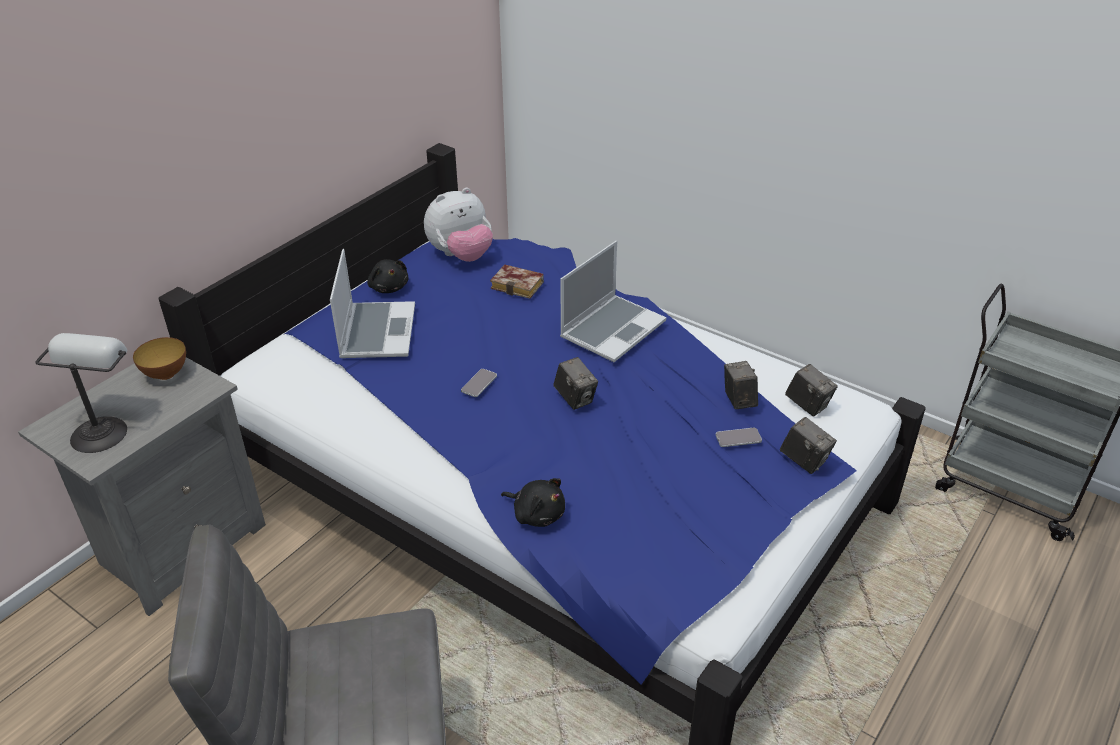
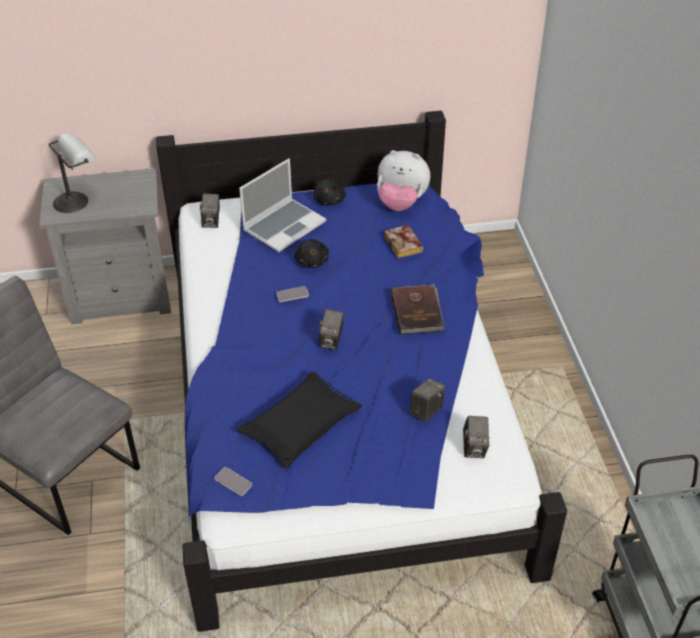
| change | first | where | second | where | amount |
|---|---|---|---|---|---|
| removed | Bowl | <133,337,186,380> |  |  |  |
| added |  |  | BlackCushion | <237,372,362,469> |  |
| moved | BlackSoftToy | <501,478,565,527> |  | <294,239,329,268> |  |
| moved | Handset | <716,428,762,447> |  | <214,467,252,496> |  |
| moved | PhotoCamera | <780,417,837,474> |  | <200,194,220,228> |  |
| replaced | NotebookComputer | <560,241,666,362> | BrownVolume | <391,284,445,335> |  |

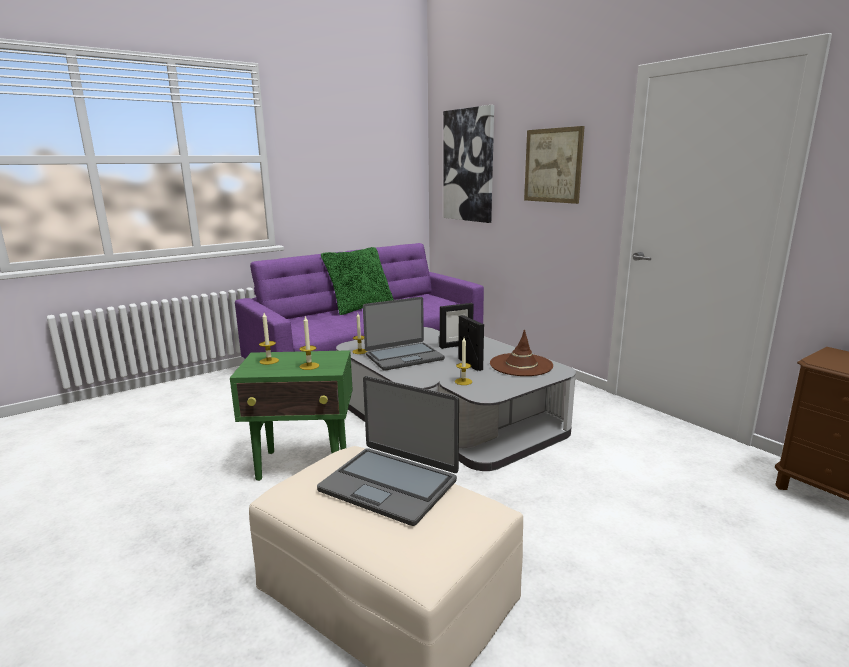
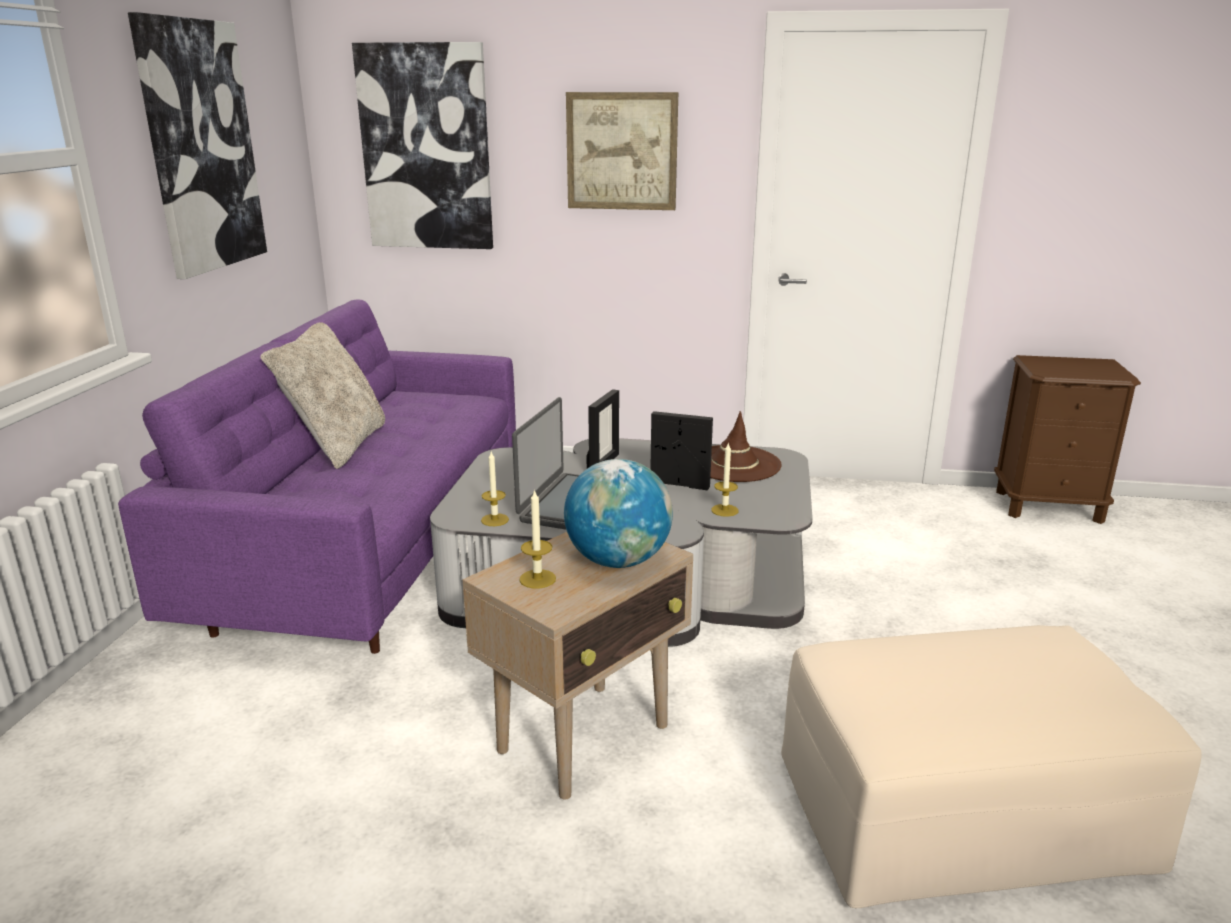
| change | first | where | second | where | amount |
|---|---|---|---|---|---|
| removed | NotebookComputer | <317,376,459,526> |  |  |  |
| added |  |  | WallArt | <128,12,267,279> |  |
| replaced | WaxLight | <299,316,319,370> | DeskGlobe | <564,459,673,568> |  |
| recoloured | GreenishEndTable | <230,350,353,481> | BeigeEndTable | <463,532,693,800> |  |
| recoloured | GreenishCushion | <321,247,394,315> | BeigeCushion | <260,322,385,469> |  |

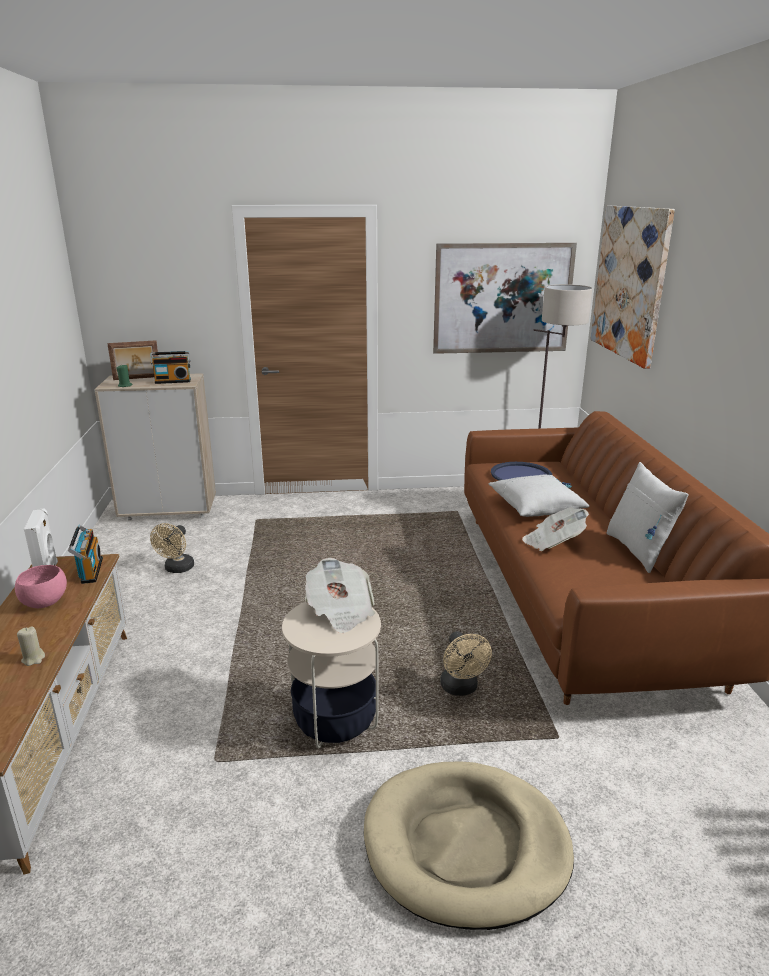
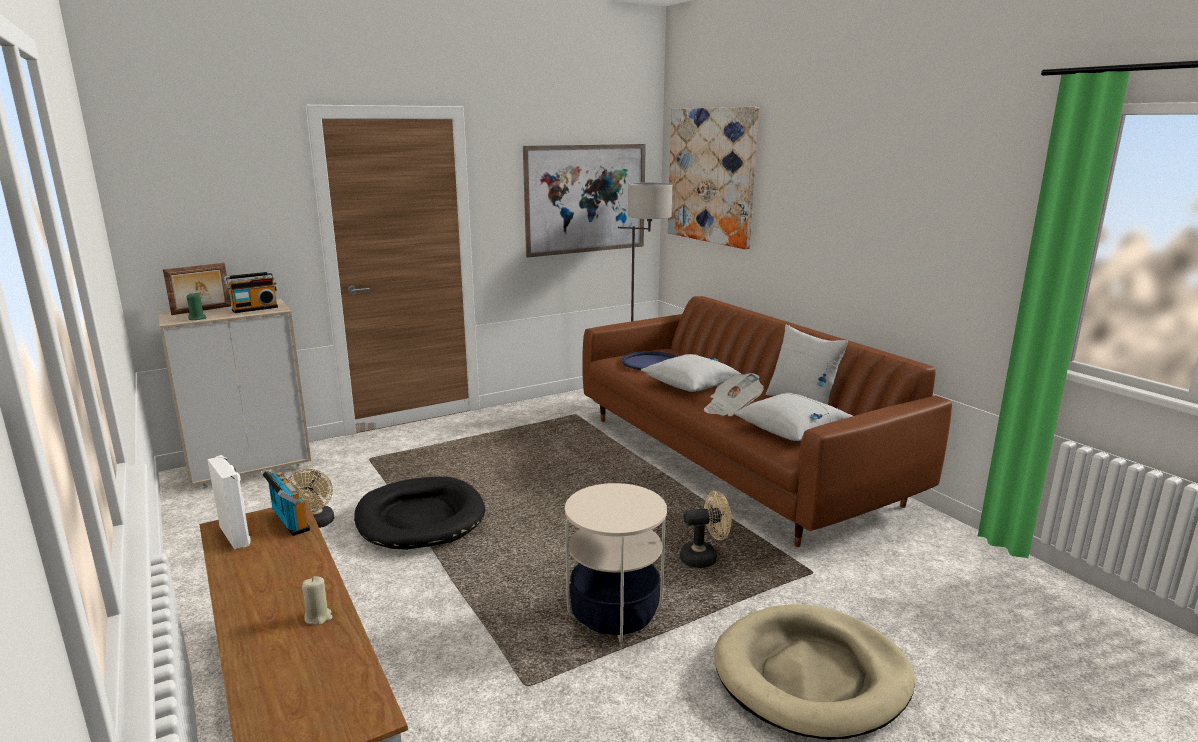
| change | first | where | second | where | amount |
|---|---|---|---|---|---|
| removed | PinkColouredBowl | <15,565,67,608> |  |  |  |
| removed | DailyPaper | <305,558,375,633> |  |  |  |
| added |  |  | BlackPetBed | <354,477,485,550> |  |
| added |  |  | GreyishCushion | <734,393,853,441> |  |
| turned | BeigeCoolingFan | <440,631,492,696> |  | <680,491,732,568> | 60 degrees counterclockwise |

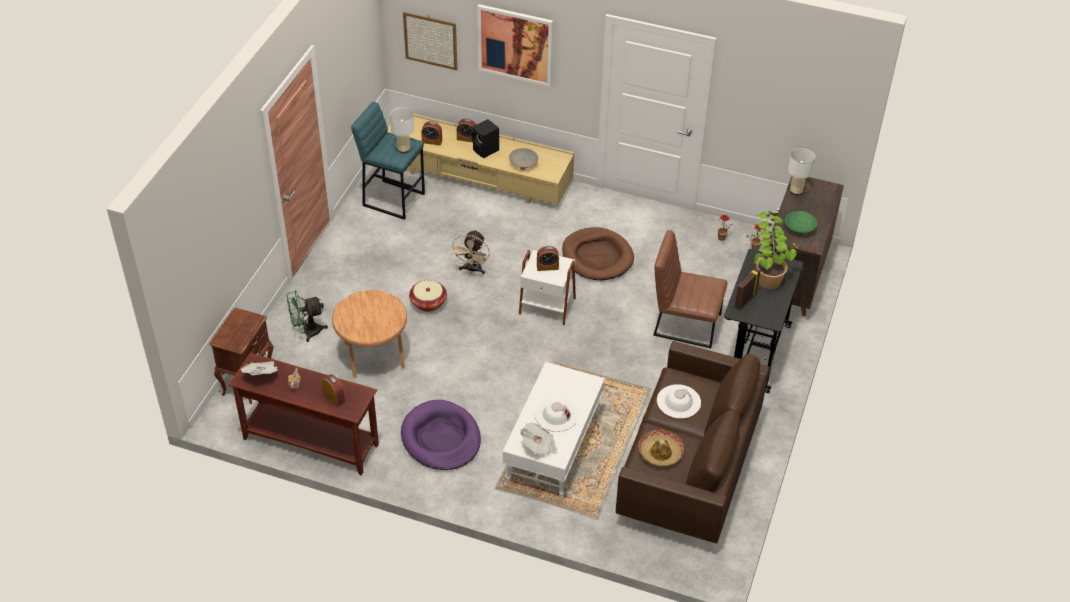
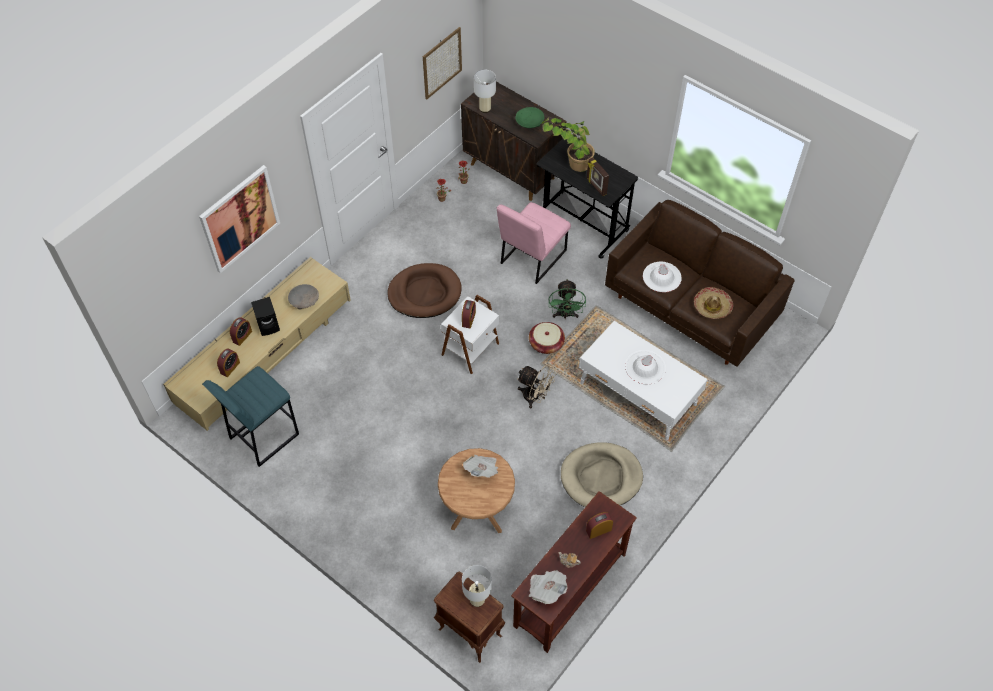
| change | first | where | second | where | amount |
|---|---|---|---|---|---|
| moved | GreenishCoolingFan | <286,290,328,342> |  | <549,279,586,319> |  |
| moved | WhiteColouredTabletopLamp | <390,107,414,153> |  | <462,565,492,607> |  |
| moved | WallArt | <403,12,457,70> |  | <423,27,462,100> |  |
| moved | Basket | <409,280,447,312> |  | <529,322,565,354> |  |
| moved | BeigeCoolingFan | <451,230,490,274> |  | <517,364,557,408> |  |
| moved | DailyPaper | <520,423,558,455> |  | <463,455,498,477> |  |
| recoloured | PurplishPetBed | <401,400,481,470> | BeigePetBed | <561,442,643,507> |  |
| recoloured | BrownUprightChair | <653,230,728,348> | PinkColouredUprightChair | <497,202,571,284> |  |

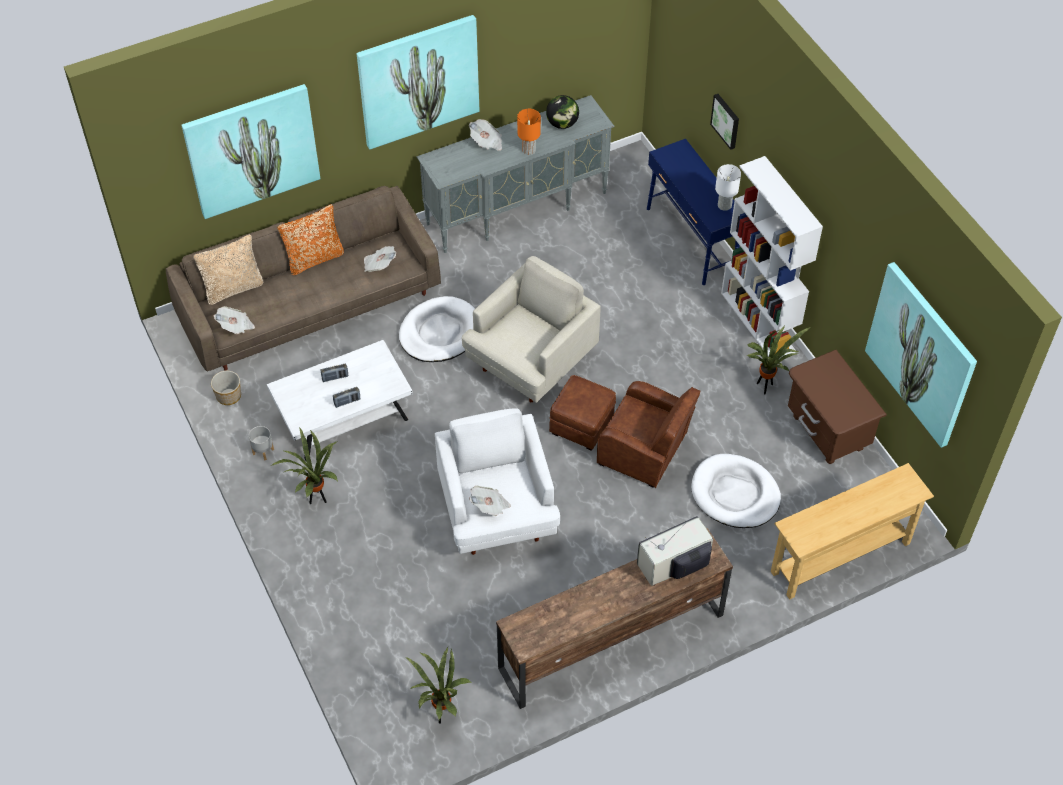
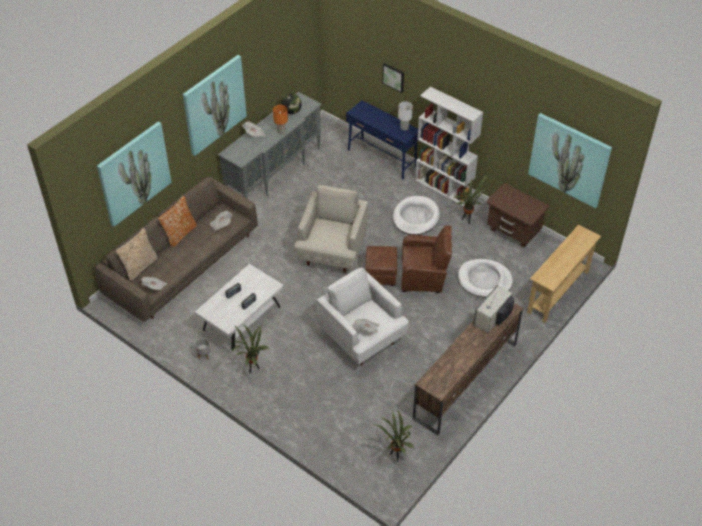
| change | first | where | second | where | amount |
|---|---|---|---|---|---|
| removed | PlantPot | <211,371,241,405> |  |  |  |
| moved | WhiteColouredPetBed | <399,296,475,362> |  | <393,196,440,235> |  |

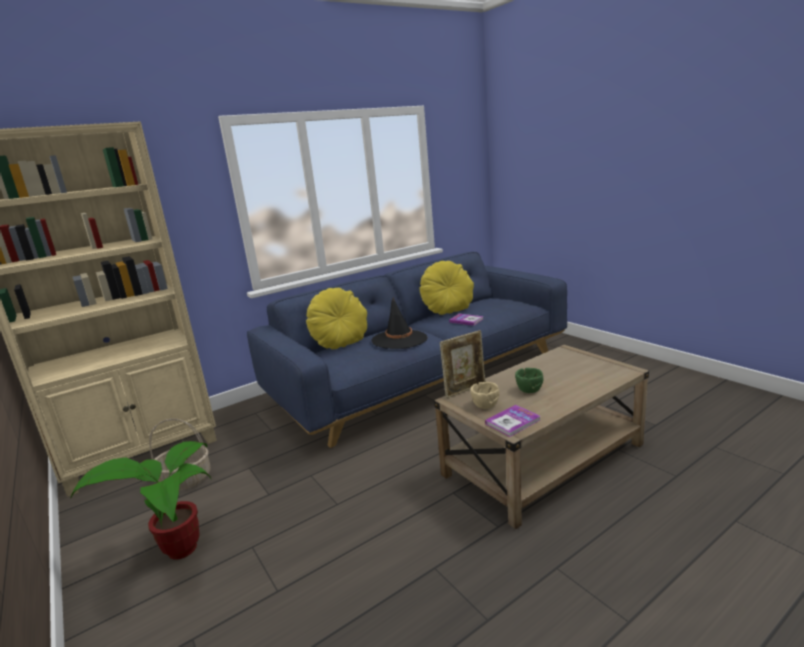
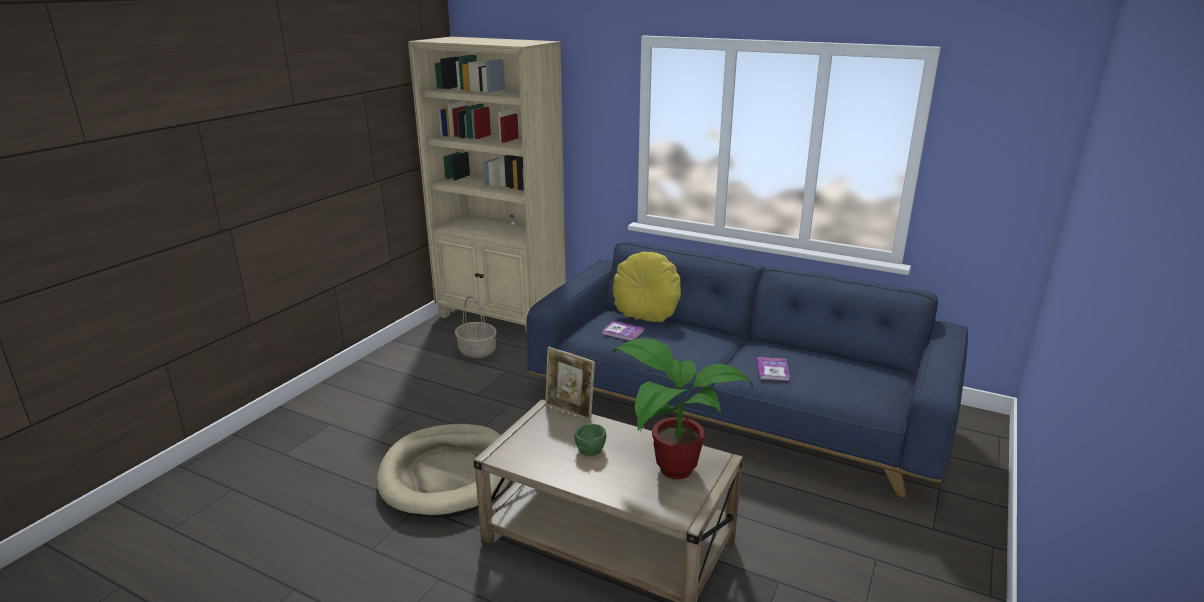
| change | first | where | second | where | amount |
|---|---|---|---|---|---|
| removed | BlackClothingHat | <371,297,428,349> |  |  |  |
| removed | YellowishCushion | <419,261,474,315> |  |  |  |
| removed | BeigeBowl | <470,382,500,409> |  |  |  |
| added |  |  | BeigePetBed | <377,424,511,518> |  |
| moved | PlantInAPot | <70,441,211,560> |  | <612,338,753,480> |  |
| moved | Volume | <485,405,540,437> |  | <602,321,645,341> |  |

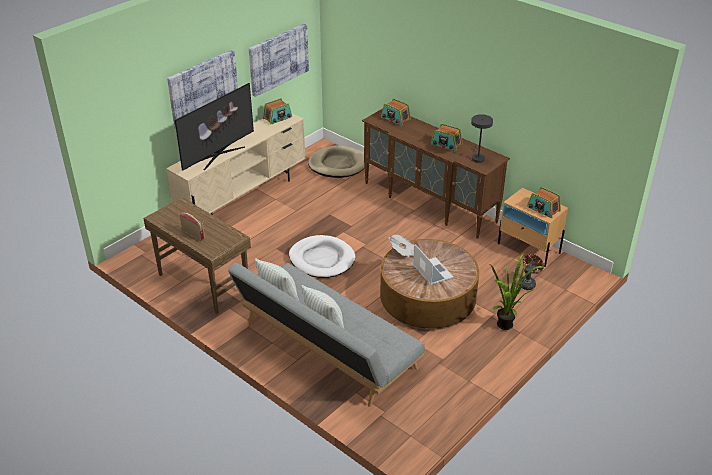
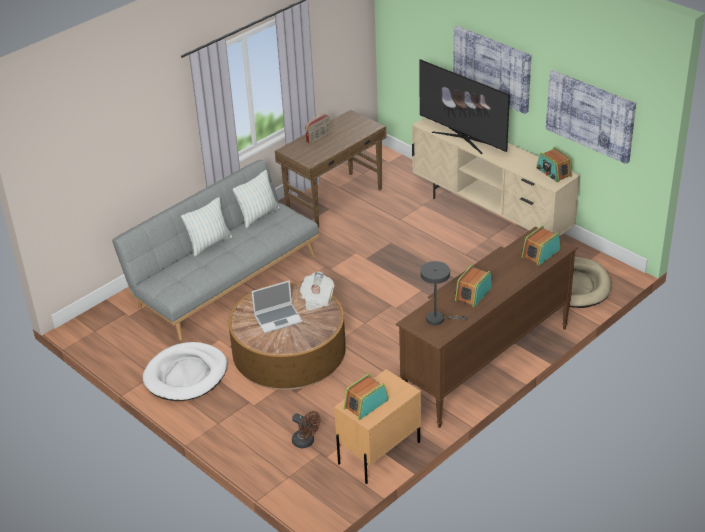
| change | first | where | second | where | amount |
|---|---|---|---|---|---|
| removed | PlantInAPot | <490,254,544,330> |  |  |  |
| moved | WhiteColouredPetBed | <289,235,355,278> |  | <143,342,227,401> |  |

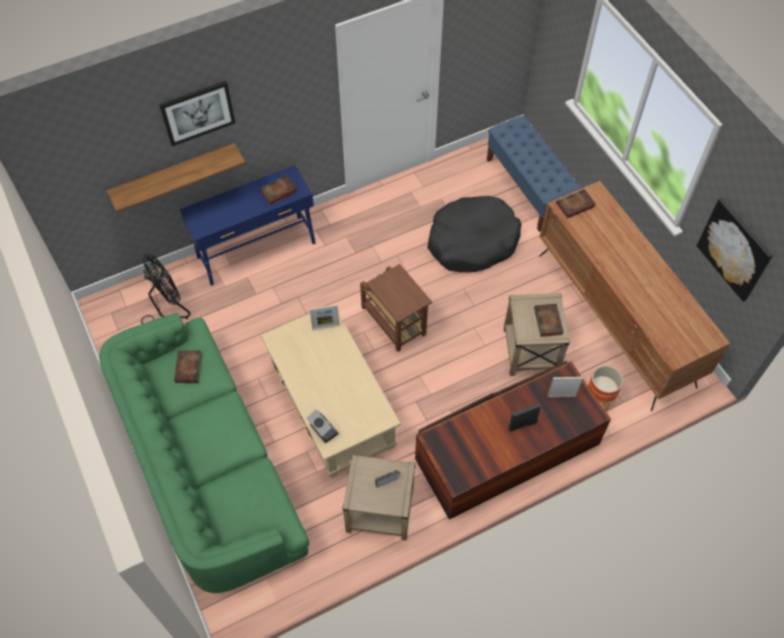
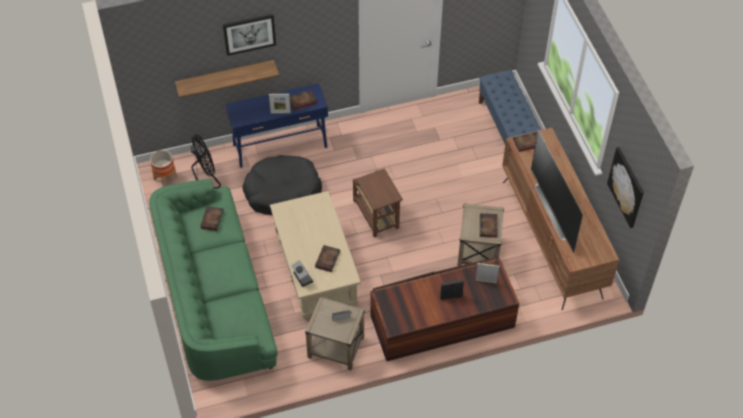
| change | first | where | second | where | amount |
|---|---|---|---|---|---|
| added |  |  | Volume | <315,245,340,272> |  |
| added |  |  | Television | <531,130,583,253> |  |
| moved | StandingFrame | <310,304,339,330> |  | <269,94,291,114> |  |
| moved | BlackPetBed | <427,196,522,272> |  | <243,155,322,215> |  |
| moved | PlantPot | <588,365,623,412> |  | <150,150,177,186> |  |

